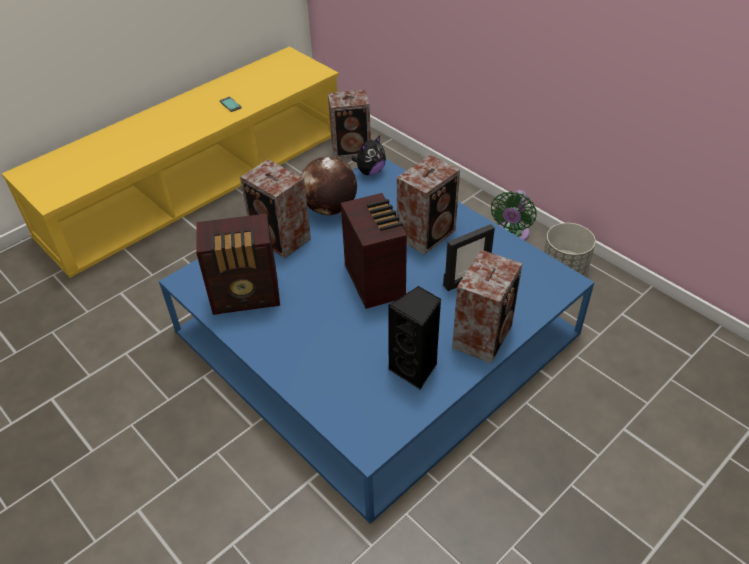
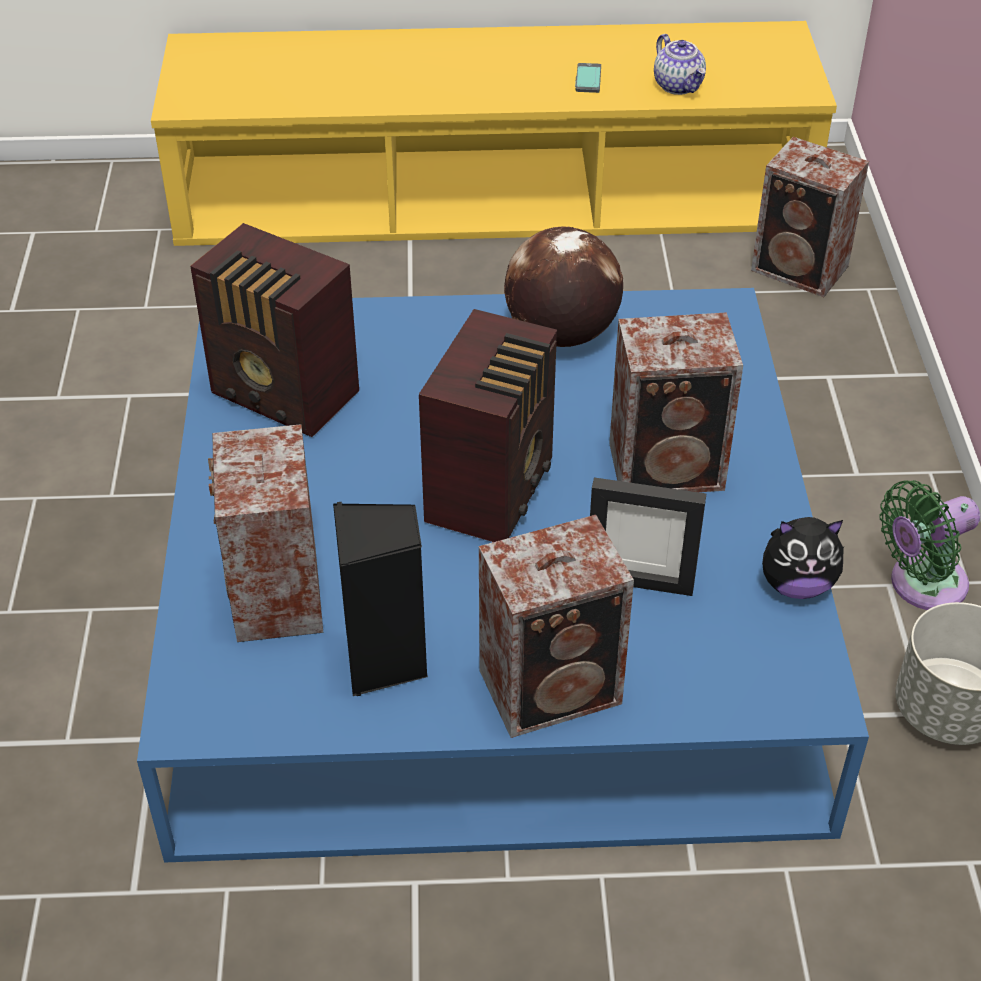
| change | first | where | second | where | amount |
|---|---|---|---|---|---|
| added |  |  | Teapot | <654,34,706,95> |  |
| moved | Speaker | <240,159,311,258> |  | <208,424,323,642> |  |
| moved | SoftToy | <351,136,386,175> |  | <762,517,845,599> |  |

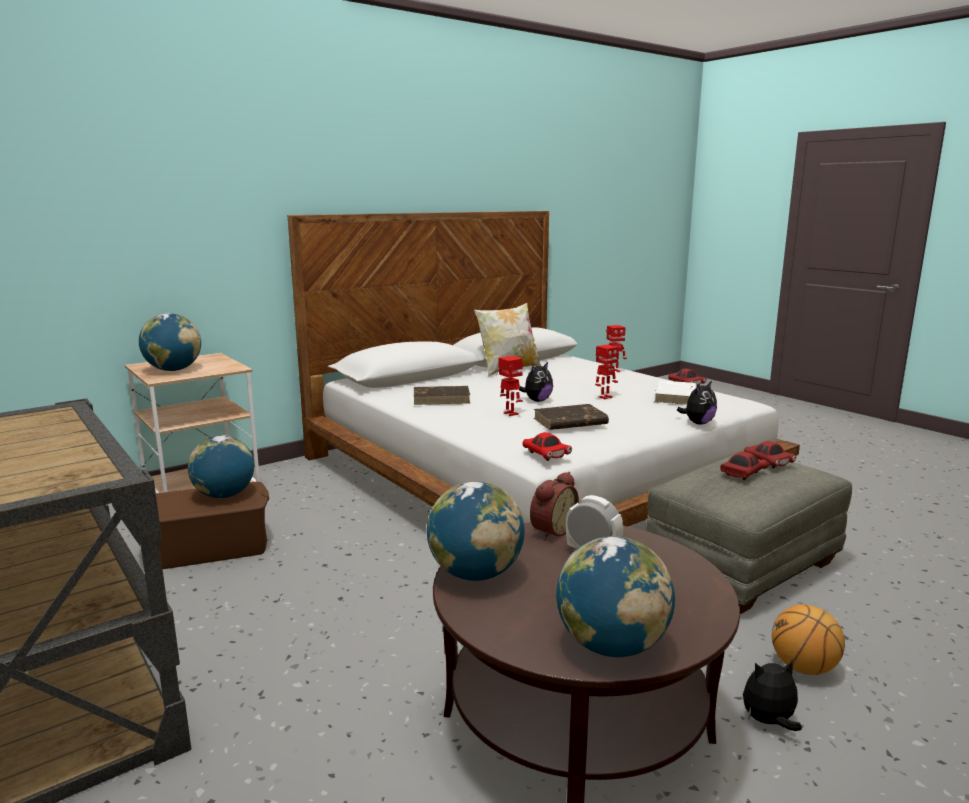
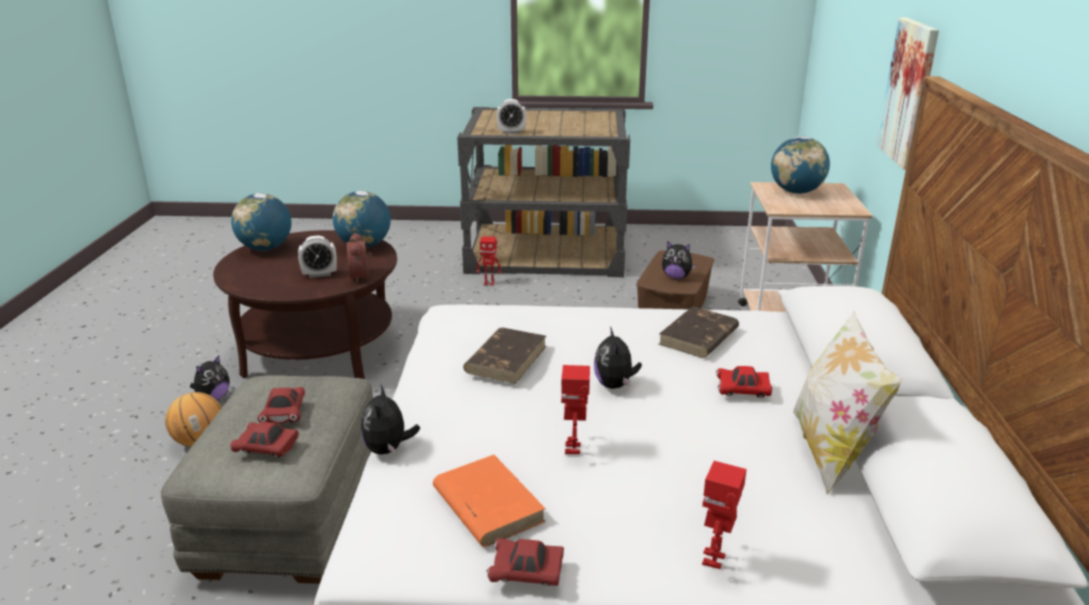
| change | first | where | second | where | amount |
|---|---|---|---|---|---|
| added |  |  | AlarmClock | <497,99,526,134> |  |
| added |  |  | WallArt | <876,17,939,170> |  |
| moved | ModelRobot | <498,356,523,416> |  | <476,236,501,286> |  |
| moved | ReddishToyCar | <523,432,572,461> |  | <716,366,772,398> |  |
| replaced | DeskGlobe | <188,435,254,498> | SoftToy | <662,241,697,279> |  |
| recoloured | WhiteColouredVolume | <654,380,697,405> | OrangeVolume | <433,455,546,547> |  |

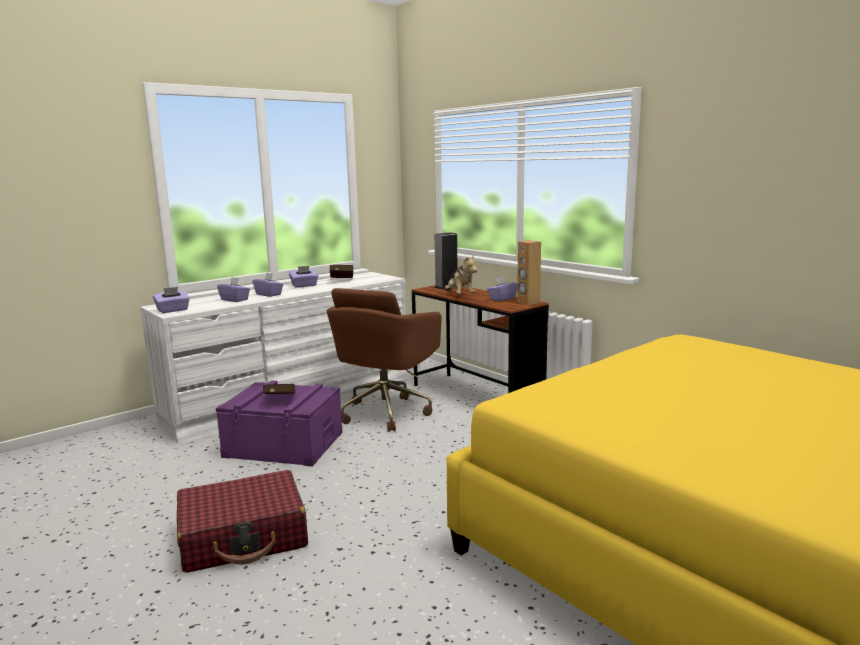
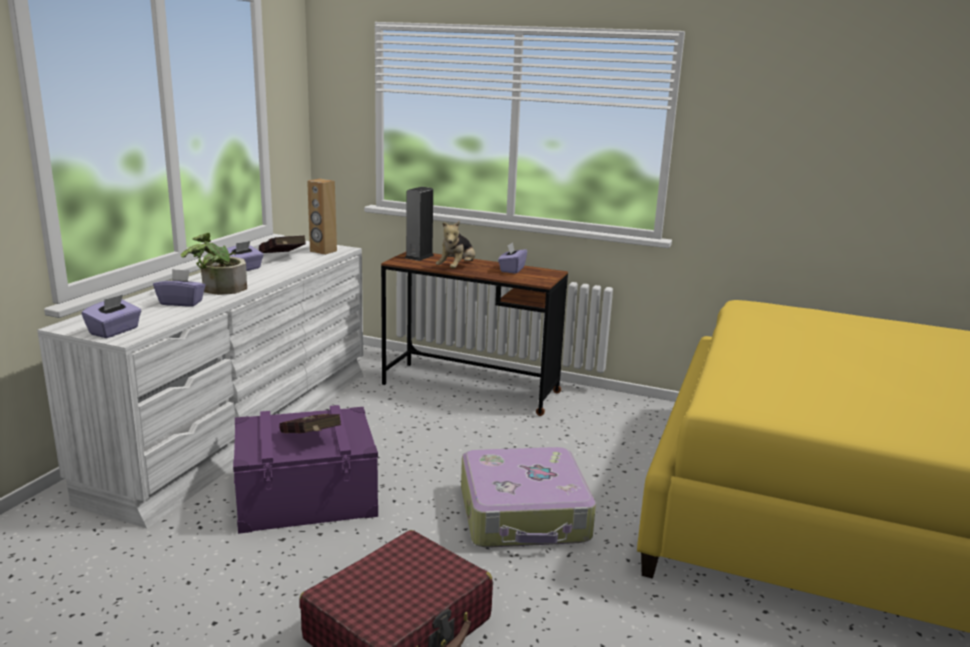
| change | first | where | second | where | amount |
|---|---|---|---|---|---|
| removed | BrownDeskChair | <327,288,441,432> |  |  |  |
| added |  |  | Suitcase | <461,447,596,548> |  |
| moved | BrownSpeaker | <517,240,541,305> |  | <307,179,337,255> |  |
| replaced | PurplishTissueHolder | <252,272,283,297> | PlantInAPot | <180,233,247,295> |  |
| turned | SoftToy | <445,255,477,294> |  | <436,221,475,269> | 75 degrees clockwise |

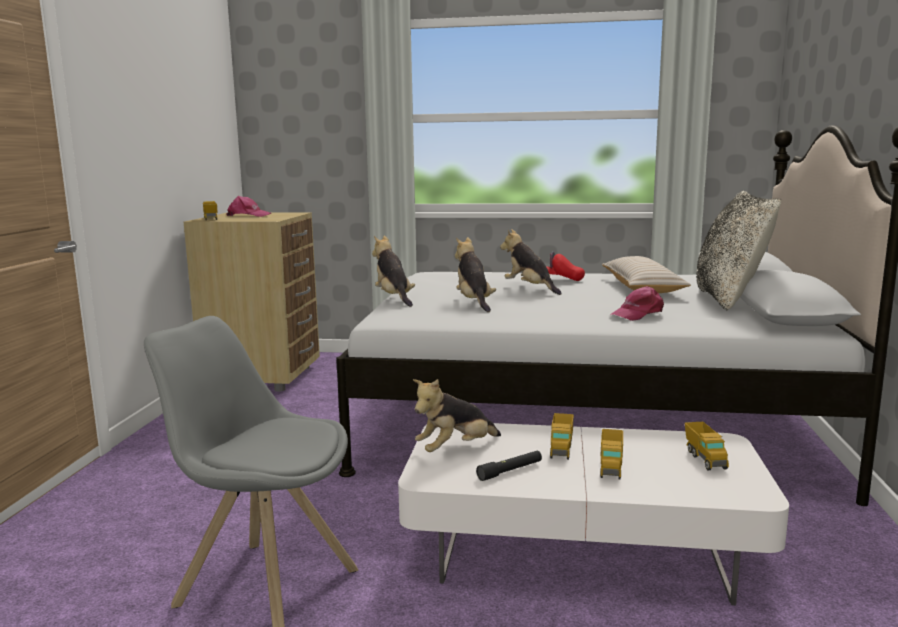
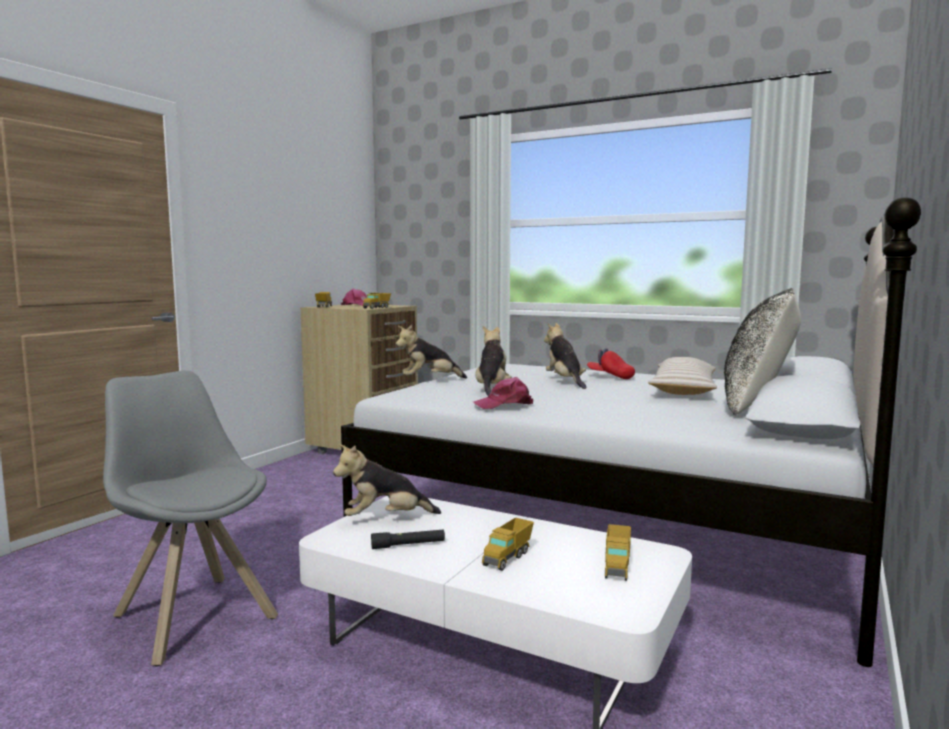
| change | first | where | second | where | amount |
|---|---|---|---|---|---|
| moved | ToyLorry | <550,413,574,460> |  | <363,293,391,309> |  |
| moved | PinkColouredPeakedCap | <610,286,664,321> |  | <473,377,533,409> |  |
| turned | SoftToy | <372,235,415,307> |  | <396,325,467,379> | 105 degrees counterclockwise |

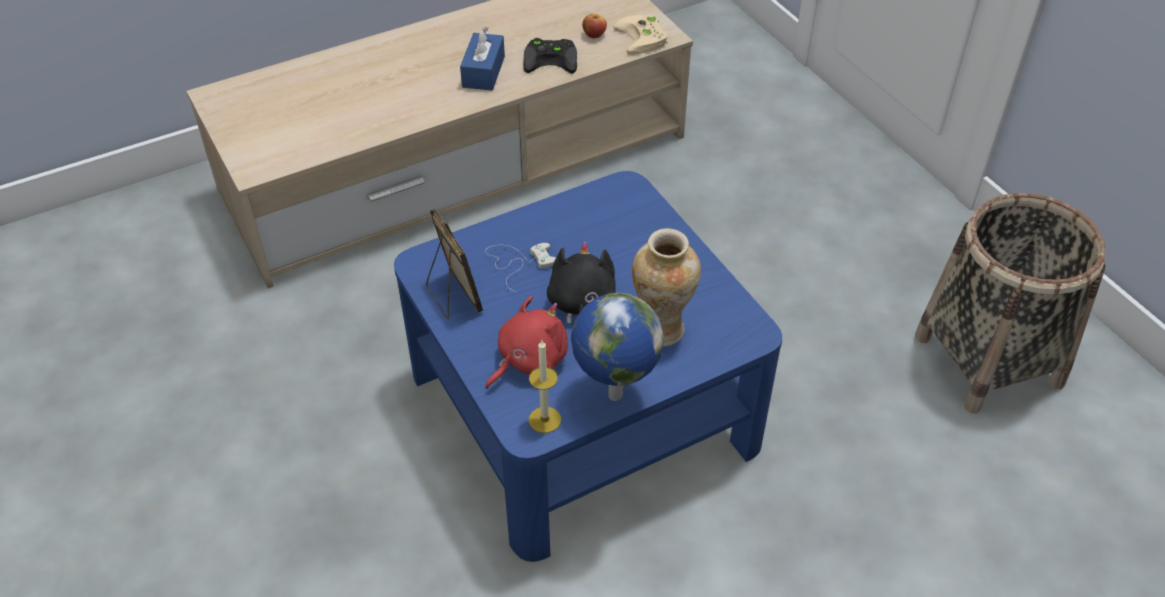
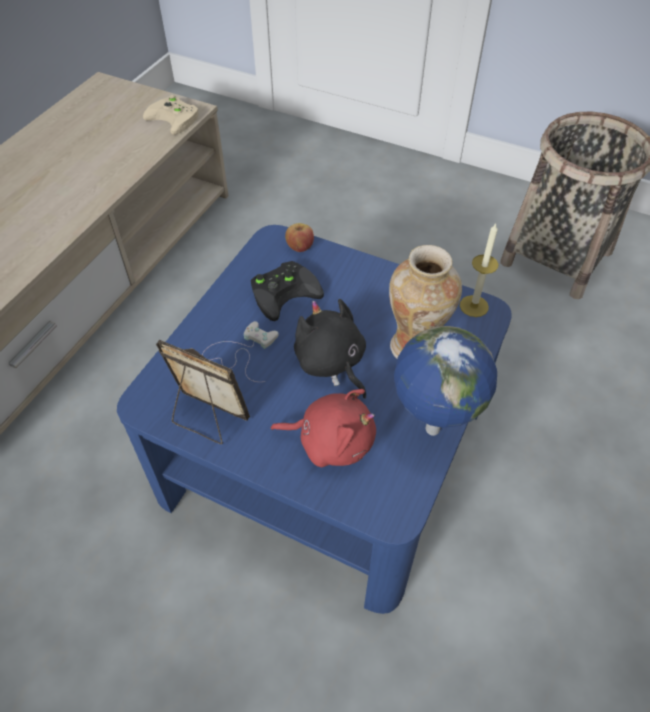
| change | first | where | second | where | amount |
|---|---|---|---|---|---|
| removed | BluishTissueHolder | <460,27,505,91> |  |  |  |
| moved | BlackJoypad | <524,38,577,74> |  | <251,261,324,321> |  |
| moved | WaxLight | <529,340,561,433> |  | <460,223,498,317> |  |
| moved | Apple | <582,13,607,38> |  | <285,223,314,252> |  |
| turned | ReddishSoftToy | <485,296,568,389> |  | <271,389,376,467> | 90 degrees clockwise |

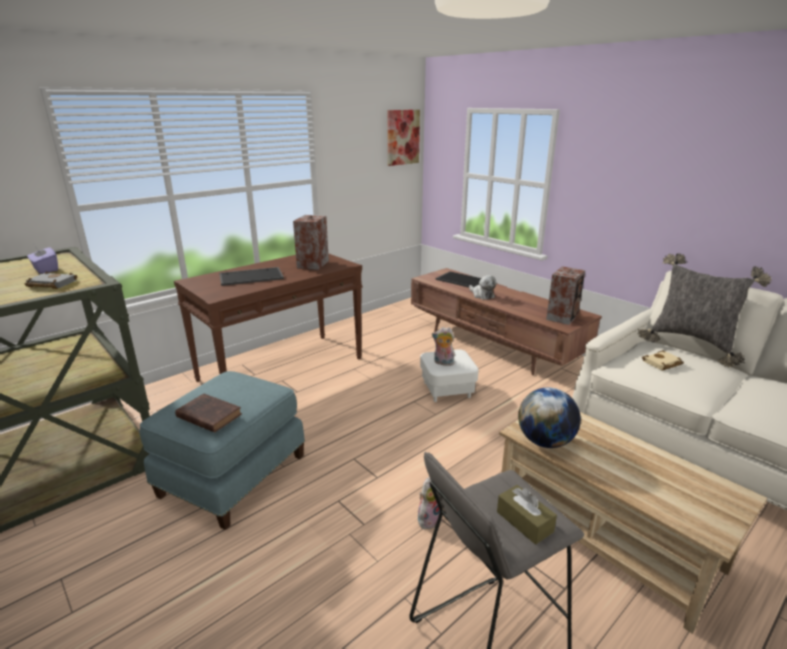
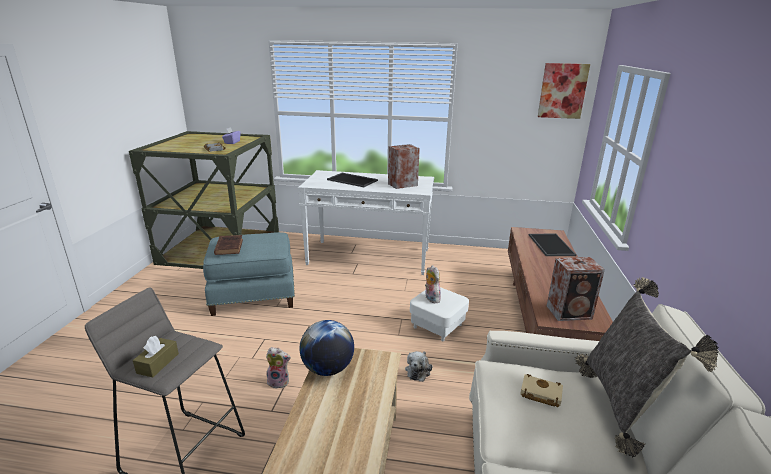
| change | first | where | second | where | amount |
|---|---|---|---|---|---|
| moved | SoftToy | <469,275,497,300> |  | <405,351,432,382> |  |
| recoloured | BrownHallTable | <174,253,362,382> | WhiteColouredHallTable | <298,170,434,275> |  |

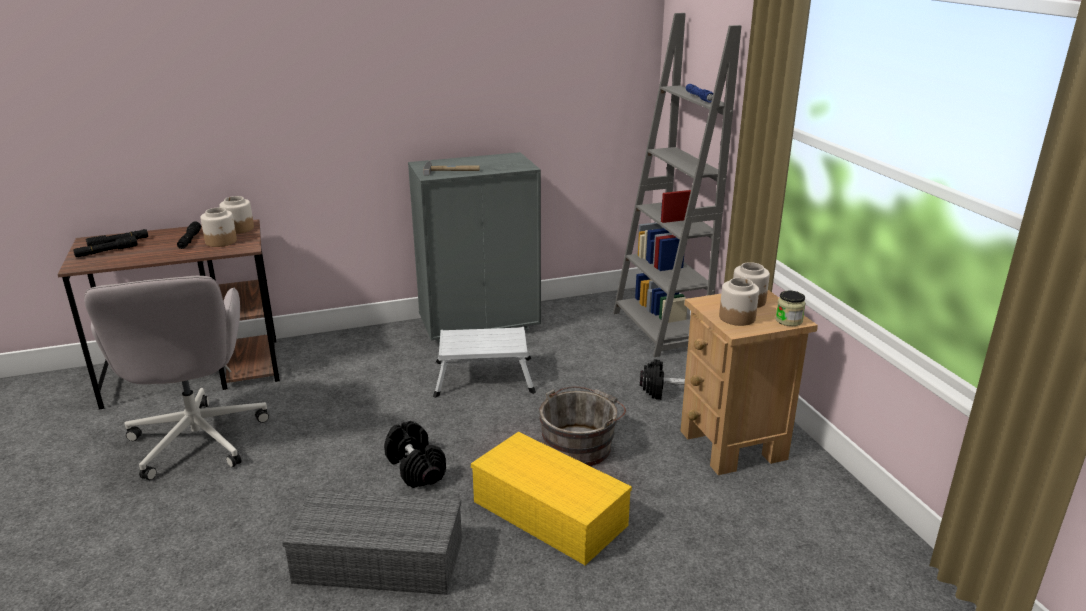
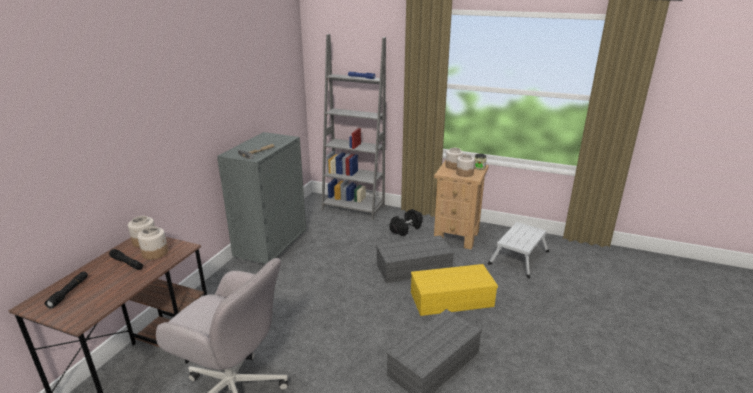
| change | first | where | second | where | amount |
|---|---|---|---|---|---|
| removed | BlackHandTorch | <73,236,138,257> |  |  |  |
| removed | BlackHandWeight | <384,421,446,488> |  |  |  |
| moved | WhiteColouredStepStool | <433,327,536,398> |  | <488,222,549,279> |  |
| replaced | GreyishBucket | <539,386,626,466> | GreyishStorageBox | <376,235,454,283> |  |

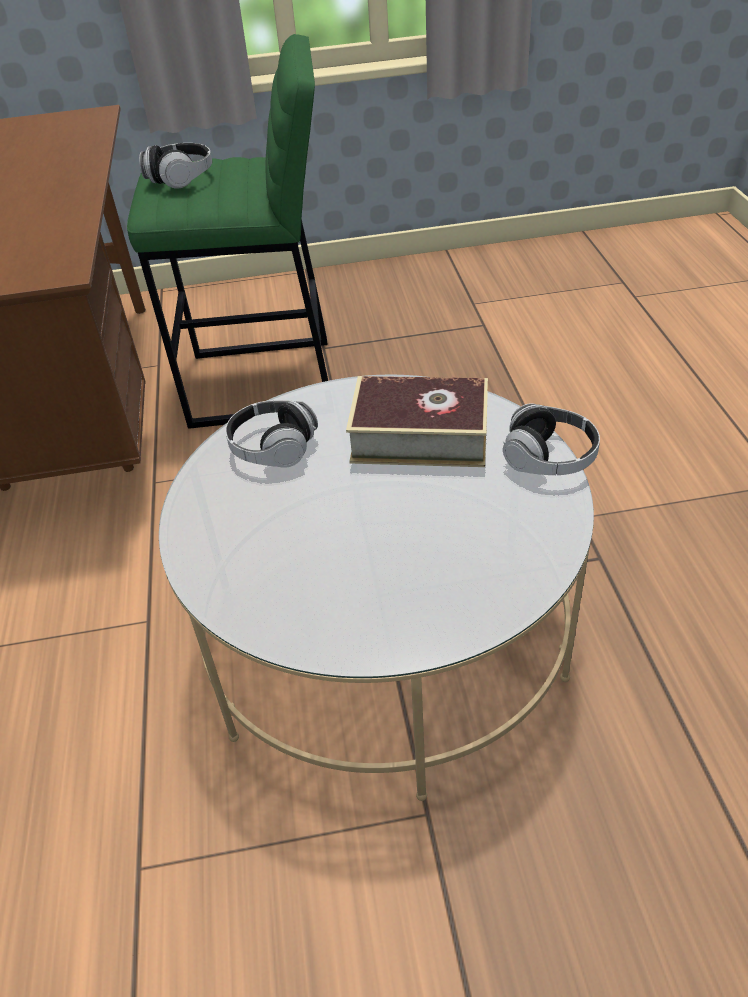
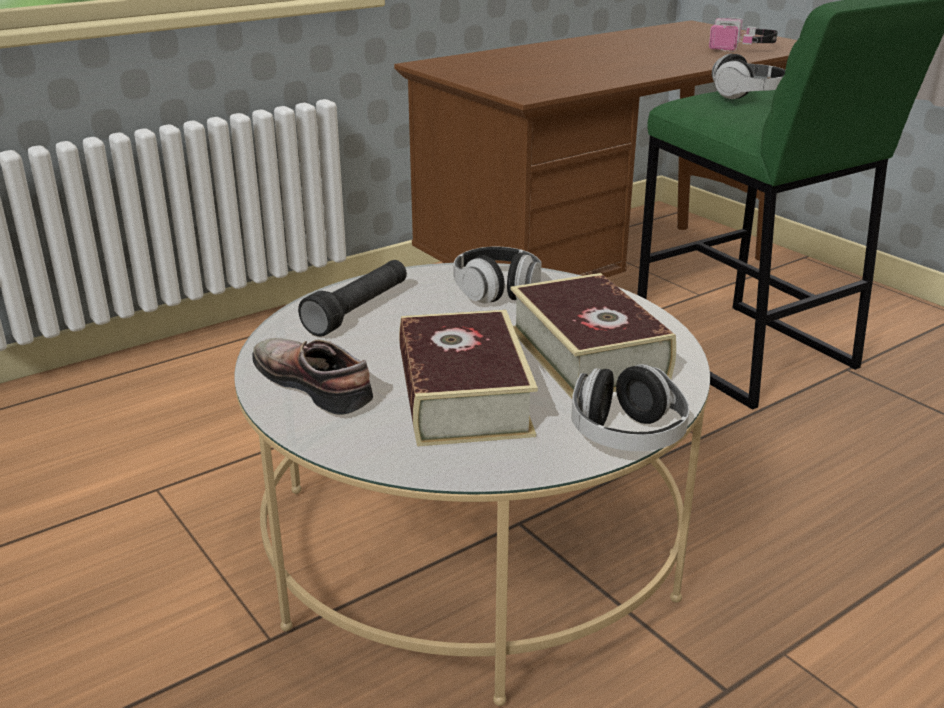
| change | first | where | second | where | amount |
|---|---|---|---|---|---|
| added |  |  | LowShoe | <253,338,373,415> |  |
| added |  |  | BlackHandTorch | <298,260,407,337> |  |
| added |  |  | Volume | <399,310,538,446> |  |
| added |  |  | Headphones | <709,17,777,52> |  |

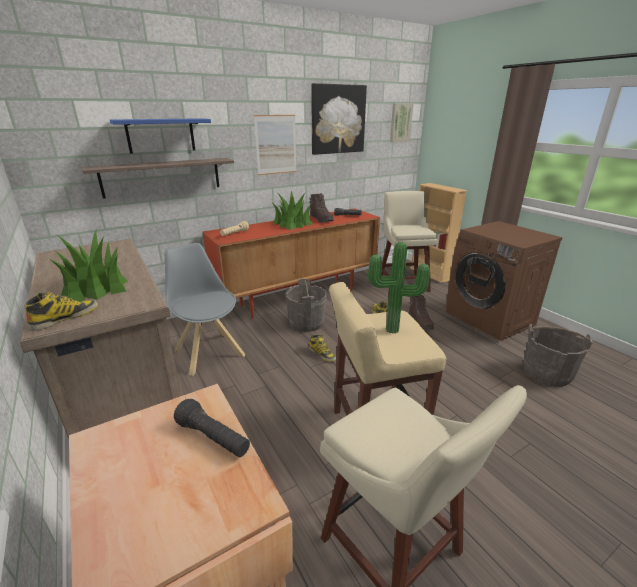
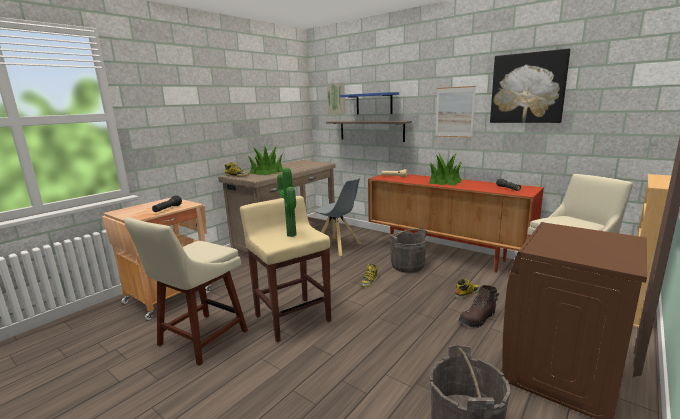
| change | first | where | second | where | amount |
|---|---|---|---|---|---|
| removed | BrownHighTopBoot | <310,193,334,223> |  |  |  |
| moved | WallArt | <390,103,413,143> |  | <327,82,345,114> |  |
| turned | GreyishUprightChair | <165,243,246,376> |  | <313,176,361,257> | 90 degrees clockwise |

